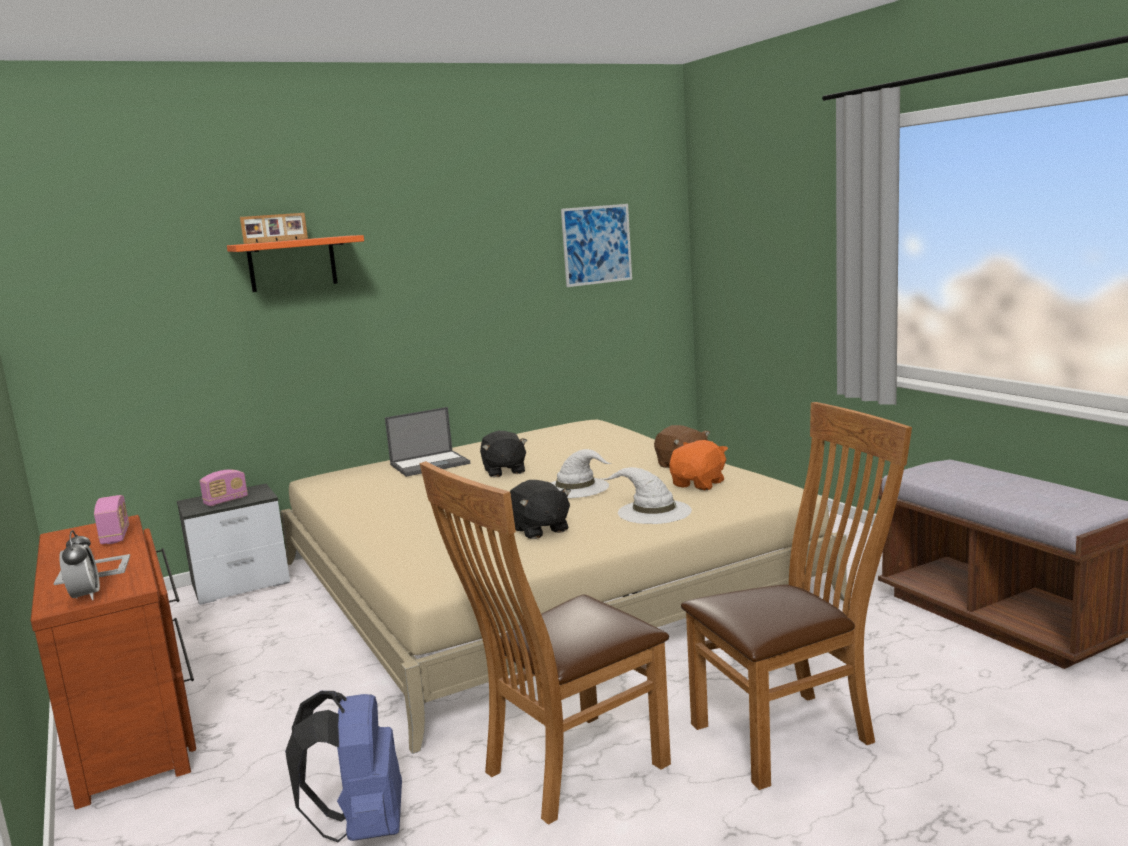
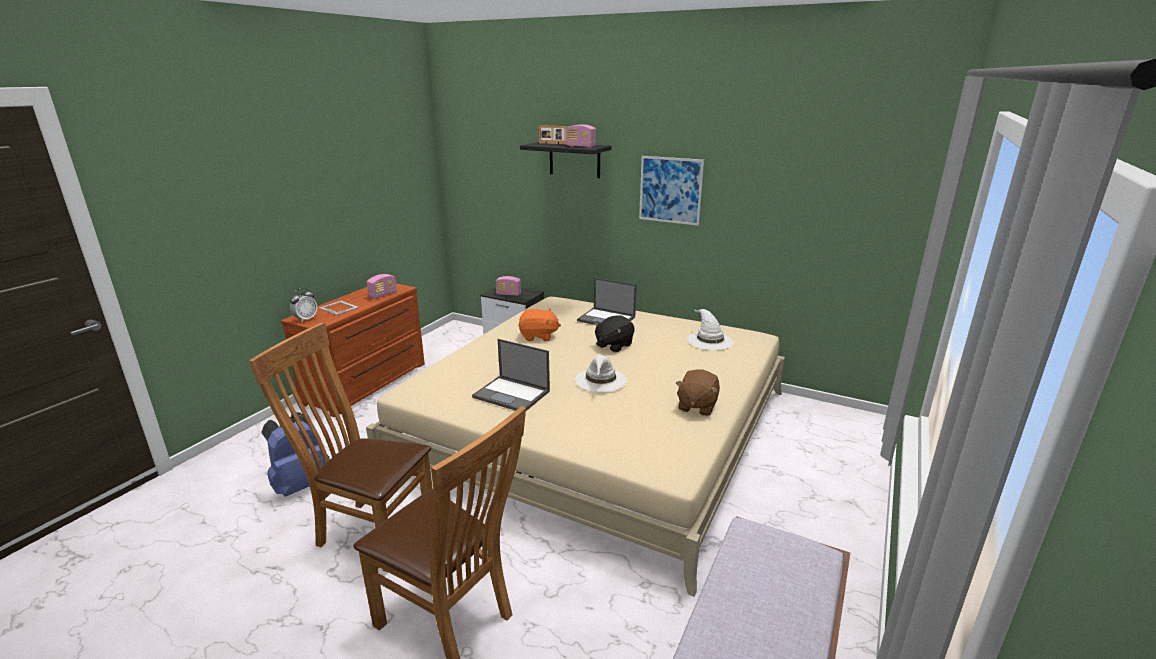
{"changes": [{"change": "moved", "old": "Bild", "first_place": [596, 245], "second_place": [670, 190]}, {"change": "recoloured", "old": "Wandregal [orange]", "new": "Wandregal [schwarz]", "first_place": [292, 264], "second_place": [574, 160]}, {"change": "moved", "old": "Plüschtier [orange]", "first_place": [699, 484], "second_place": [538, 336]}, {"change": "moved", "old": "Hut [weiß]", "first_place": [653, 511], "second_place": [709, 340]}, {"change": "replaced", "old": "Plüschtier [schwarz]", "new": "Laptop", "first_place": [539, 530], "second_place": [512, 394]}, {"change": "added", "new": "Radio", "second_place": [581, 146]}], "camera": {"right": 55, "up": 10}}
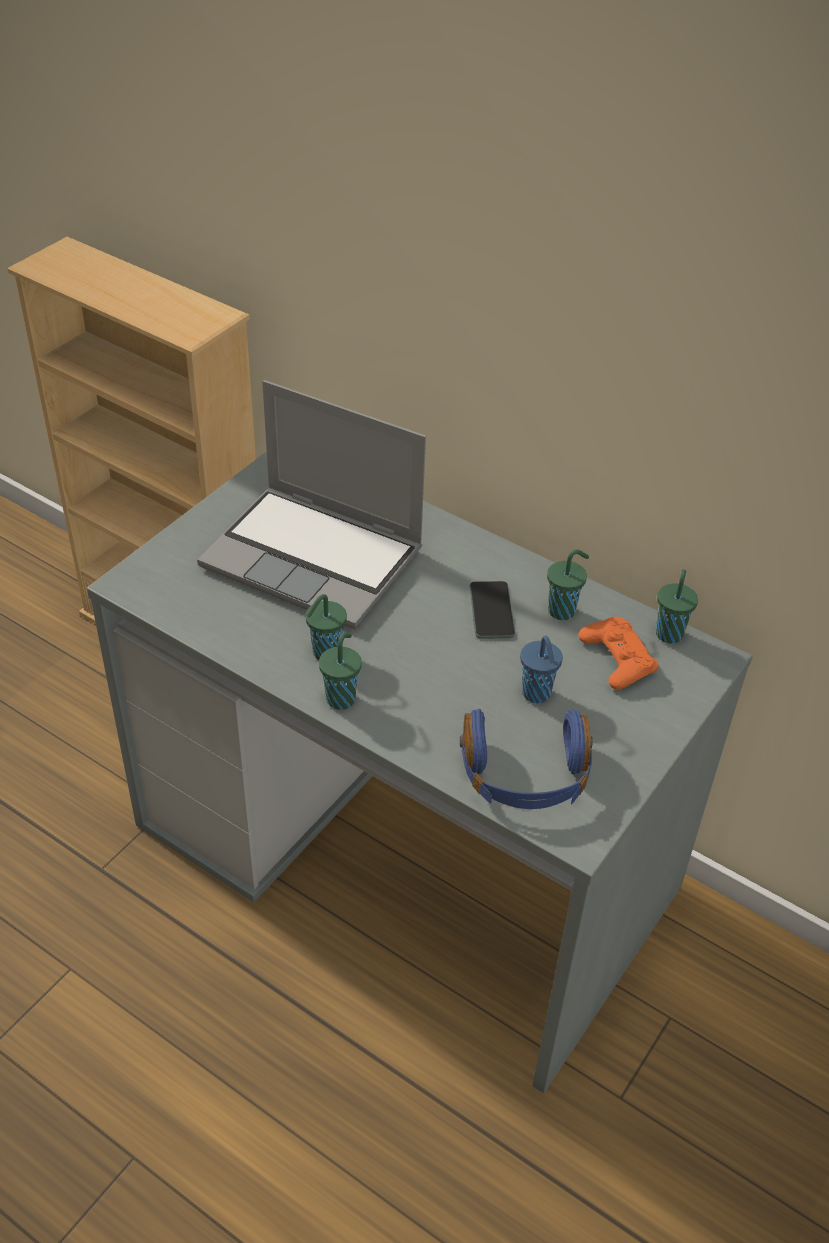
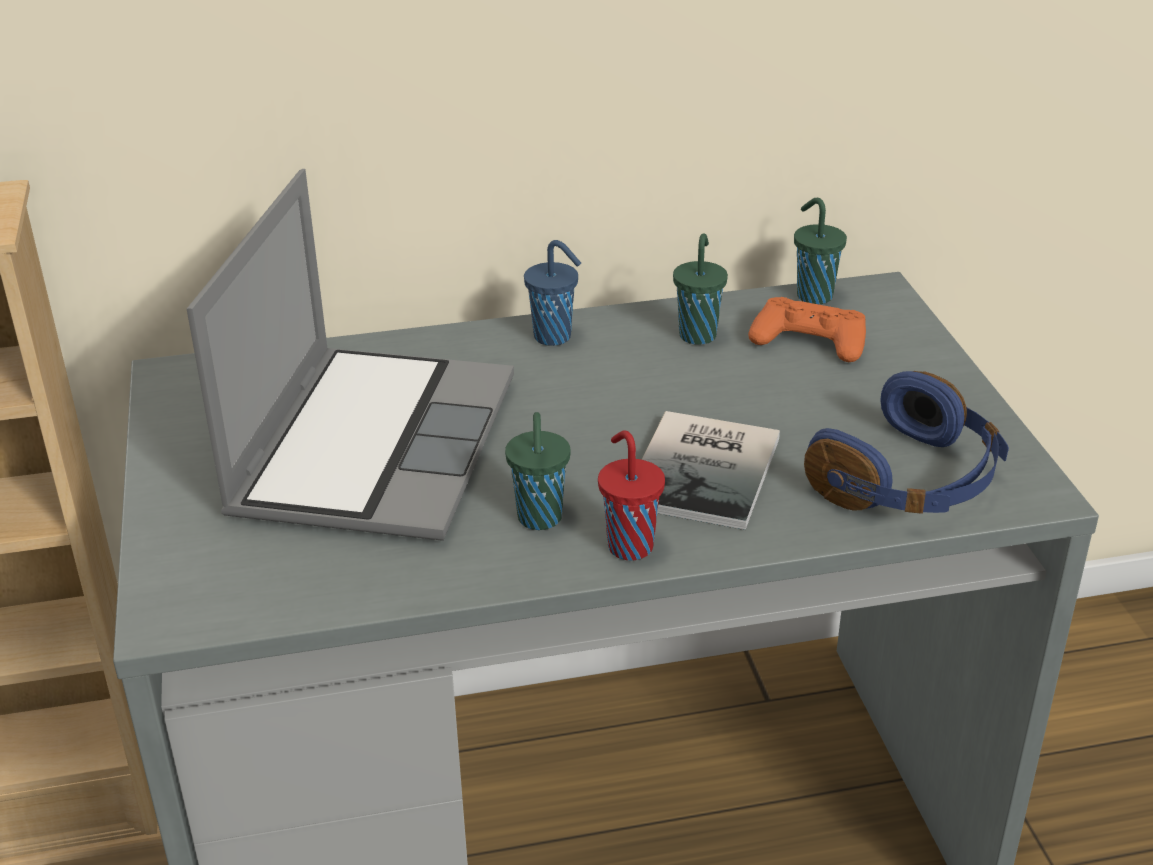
{"changes": [{"change": "turned", "old": "Laptop", "first_place": [316, 558], "second_place": [372, 444], "degrees": -60}, {"change": "removed", "old": "Handy", "first_place": [491, 611]}, {"change": "recoloured", "old": "Tasse [grün]", "new": "Tasse [rot]", "first_place": [341, 698], "second_place": [629, 545]}, {"change": "moved", "old": "Tasse [blau]", "first_place": [537, 694], "second_place": [554, 337]}, {"change": "added", "new": "Buch", "second_place": [709, 470]}], "camera": {"right": -45, "up": -10}}
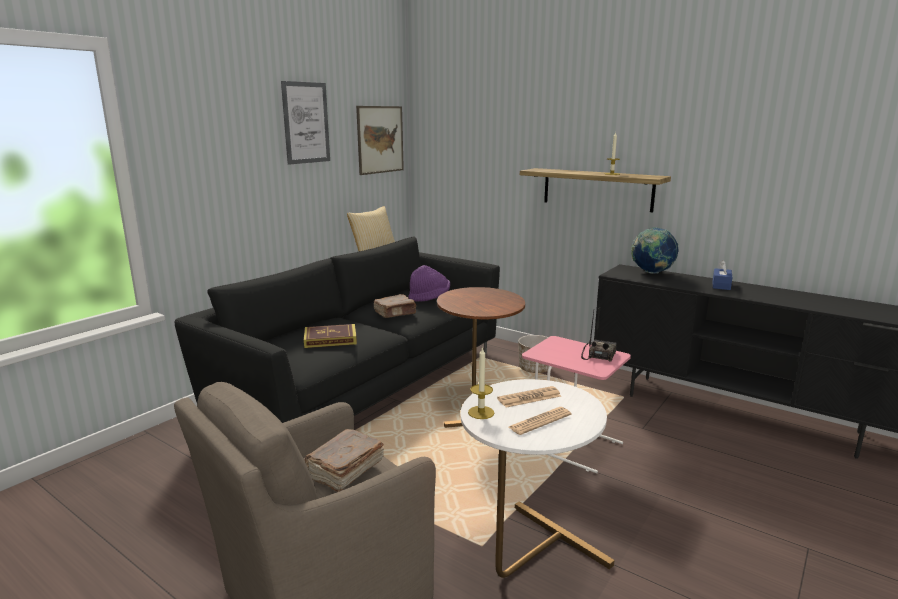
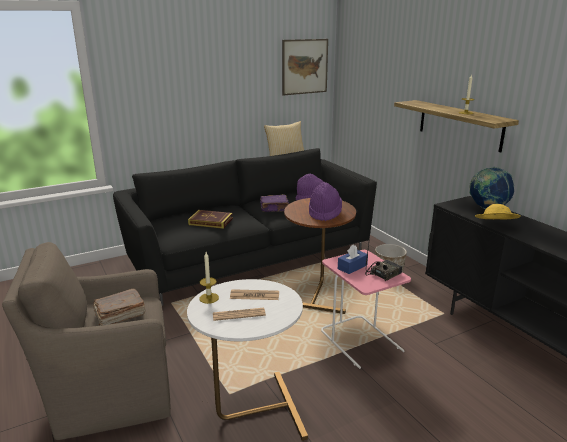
{"changes": [{"change": "removed", "old": "Bild", "first_place": [306, 123]}, {"change": "moved", "old": "Taschentuchbox [blau]", "first_place": [721, 285], "second_place": [352, 267]}, {"change": "recoloured", "old": "Buch [braun]", "new": "Buch [lila]", "first_place": [395, 313], "second_place": [275, 209]}, {"change": "added", "new": "Hut [lila]", "second_place": [324, 213]}, {"change": "added", "new": "Hut [gelb]", "second_place": [495, 225]}], "camera": {"right": 25, "up": 5}}
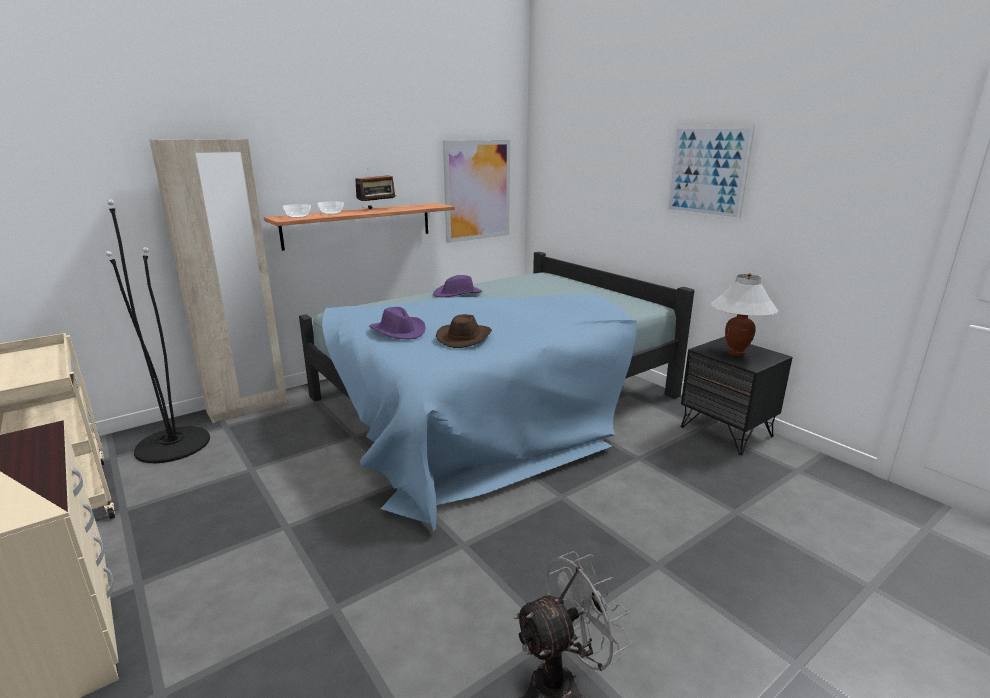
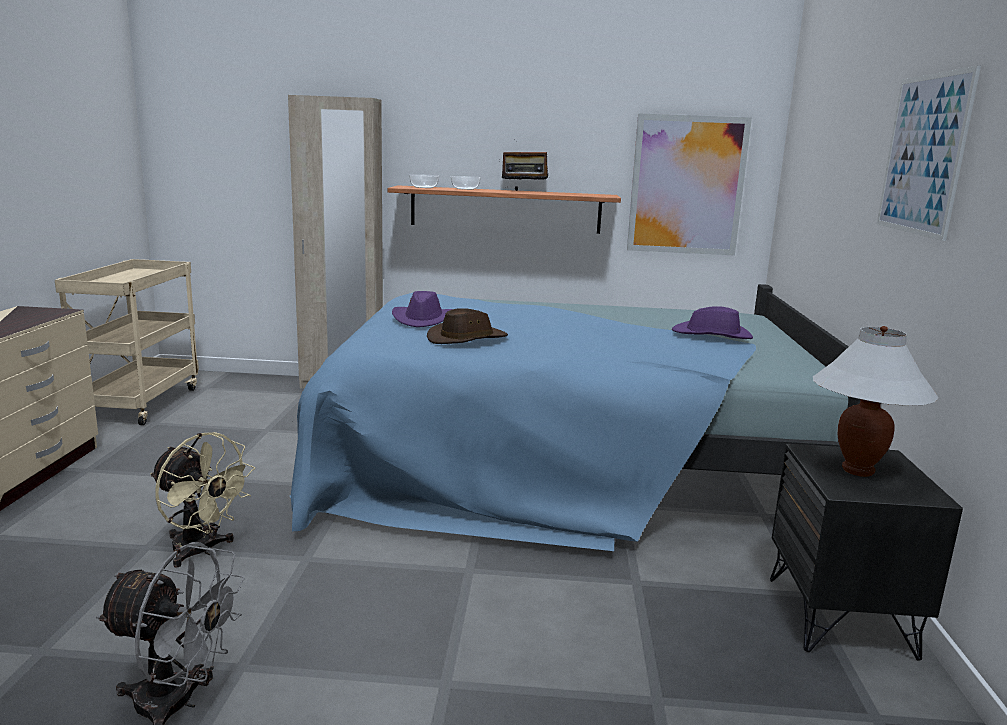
{"changes": [{"change": "removed", "old": "Stehlampe [schwarz]", "first_place": [173, 444]}, {"change": "moved", "old": "Hut [lila]", "first_place": [458, 294], "second_place": [712, 335]}, {"change": "added", "new": "Ventilator [beige]", "second_place": [201, 551]}], "camera": {"right": 40, "up": -5}}
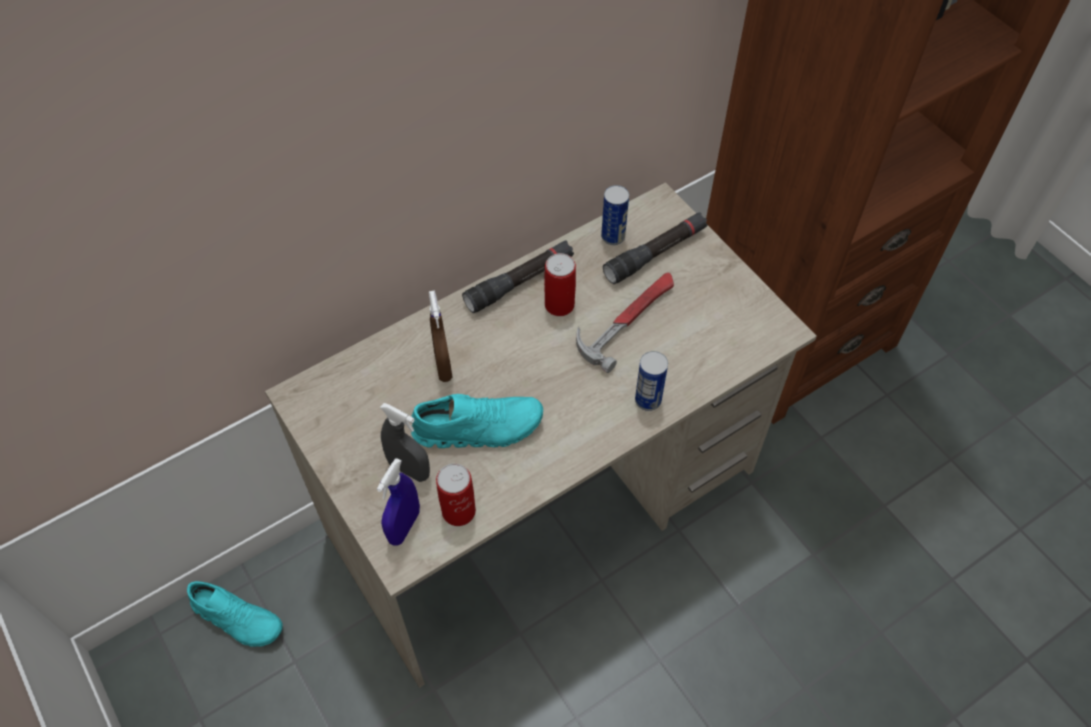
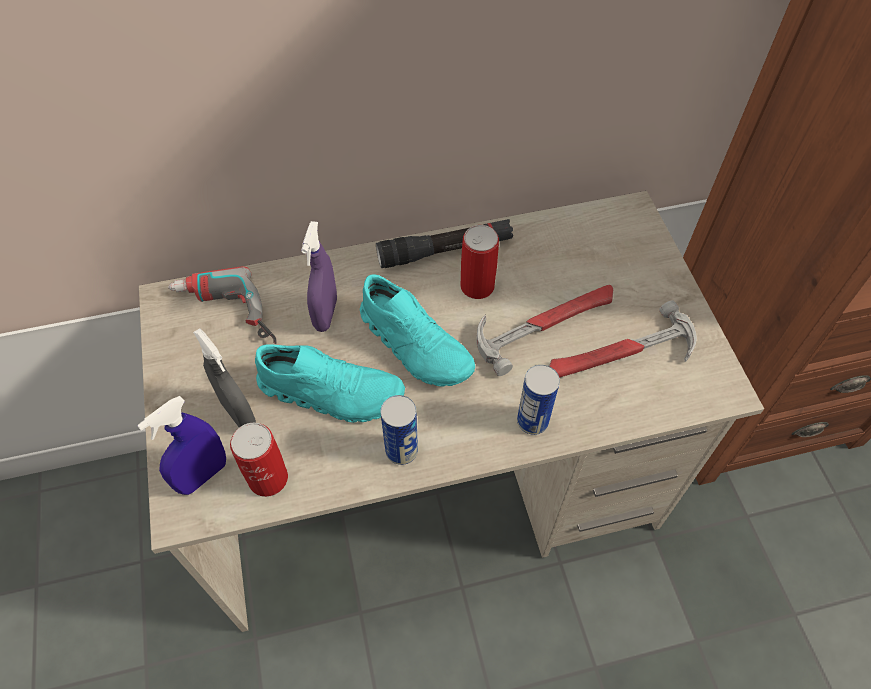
{"changes": [{"change": "moved", "old": "Dose", "first_place": [613, 236], "second_place": [401, 450]}, {"change": "removed", "old": "Taschenlampe [schwarz]", "first_place": [655, 253]}, {"change": "recoloured", "old": "Sprühflasche [braun]", "new": "Sprühflasche [lila]", "first_place": [443, 366], "second_place": [326, 314]}, {"change": "moved", "old": "Schuh [türkis]", "first_place": [238, 618], "second_place": [415, 345]}, {"change": "added", "new": "Bohrmaschine", "second_place": [223, 317]}, {"change": "added", "new": "Hammer", "second_place": [619, 355]}], "camera": {"right": 20, "up": 0}}
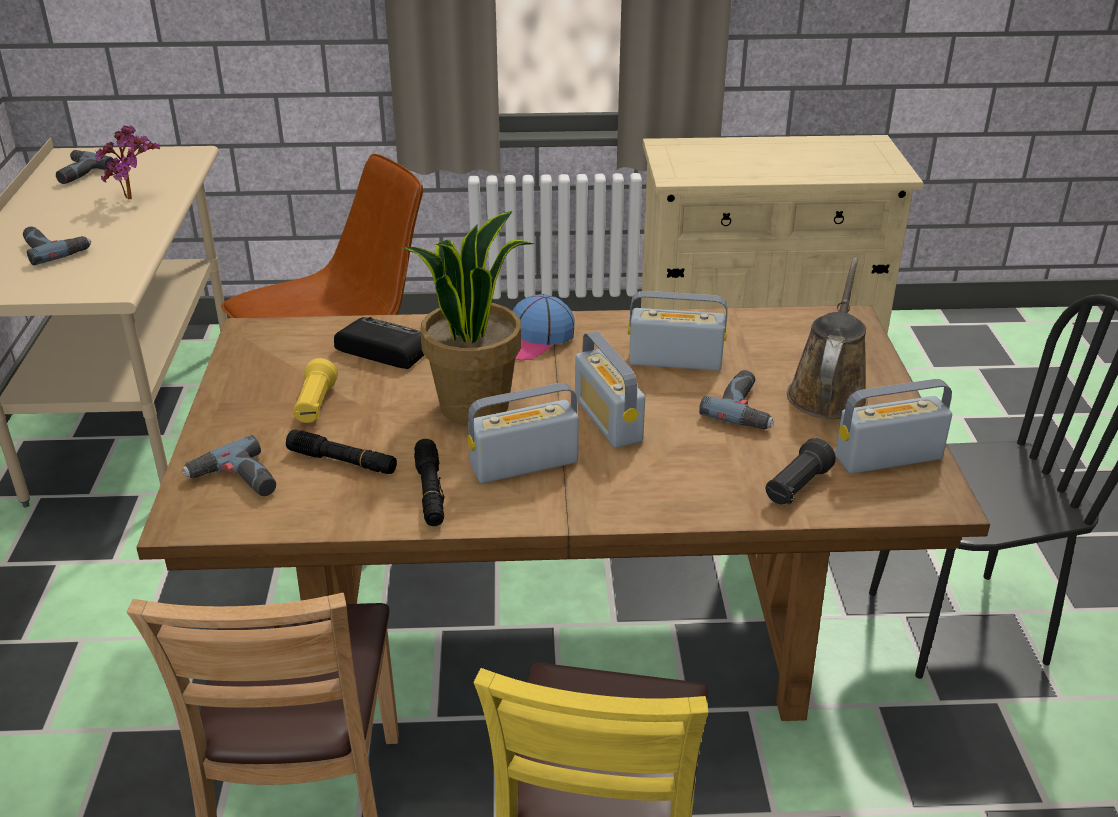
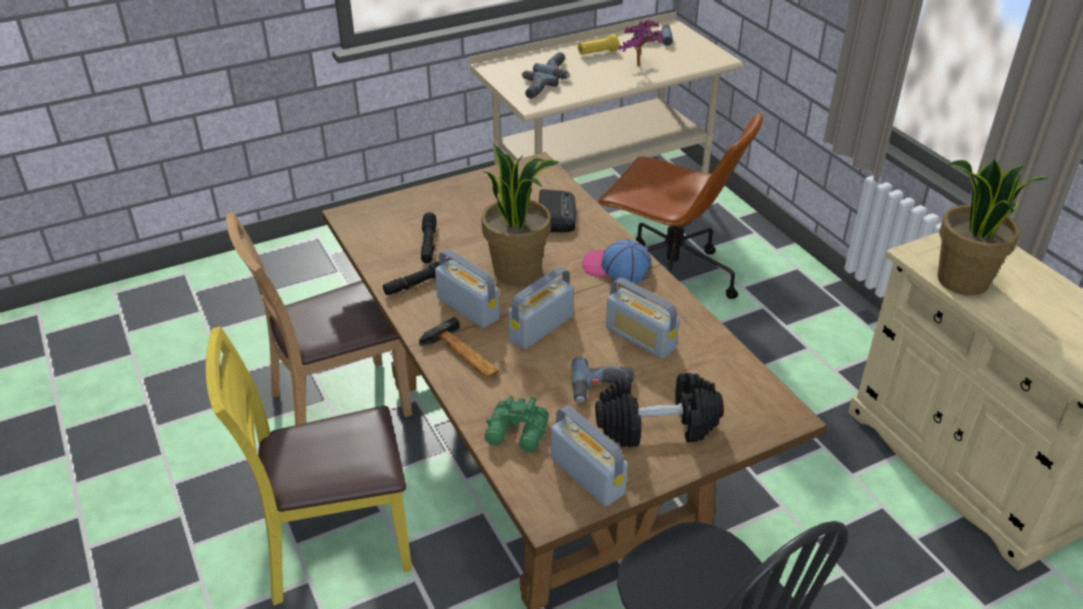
{"changes": [{"change": "replaced", "old": "Gießkanne [braun]", "new": "Hantel [schwarz]", "first_place": [828, 392], "second_place": [657, 426]}, {"change": "turned", "old": "Radio", "first_place": [675, 361], "second_place": [640, 338], "degrees": 150}, {"change": "moved", "old": "Taschenlampe [gelb]", "first_place": [315, 405], "second_place": [597, 53]}, {"change": "moved", "old": "Bohrmaschine", "first_place": [235, 482], "second_place": [532, 89]}, {"change": "replaced", "old": "Taschenlampe [schwarz]", "new": "Fernglas [grün]", "first_place": [796, 487], "second_place": [517, 434]}, {"change": "added", "new": "Topfpflanze", "second_place": [962, 281]}, {"change": "added", "new": "Hammer", "second_place": [463, 356]}], "camera": {"right": 65, "up": 5}}
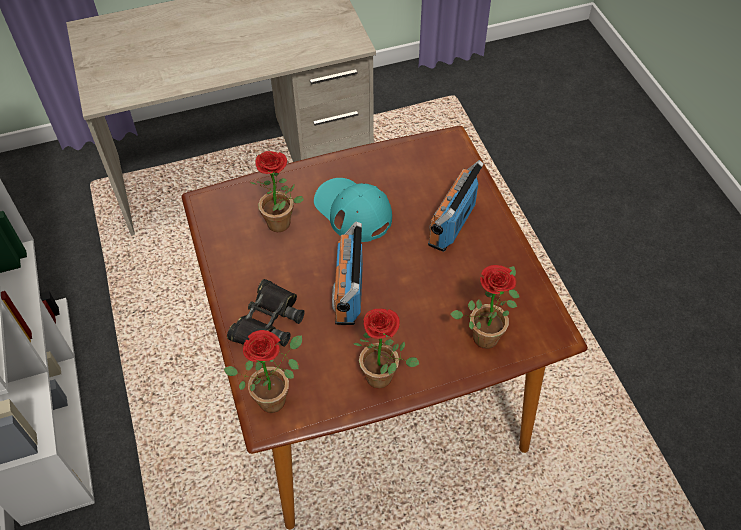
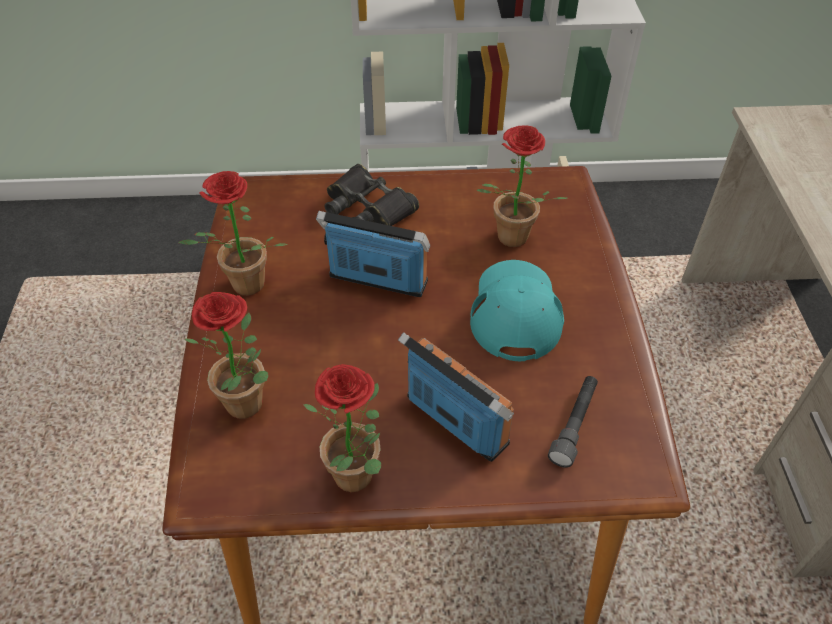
{"changes": [{"change": "turned", "old": "Kappe [türkis]", "first_place": [353, 210], "second_place": [515, 311], "degrees": -60}, {"change": "moved", "old": "Topfpflanze", "first_place": [275, 395], "second_place": [359, 480]}, {"change": "added", "new": "Taschenlampe [grau]", "second_place": [574, 425]}], "camera": {"right": 105, "up": -5}}
